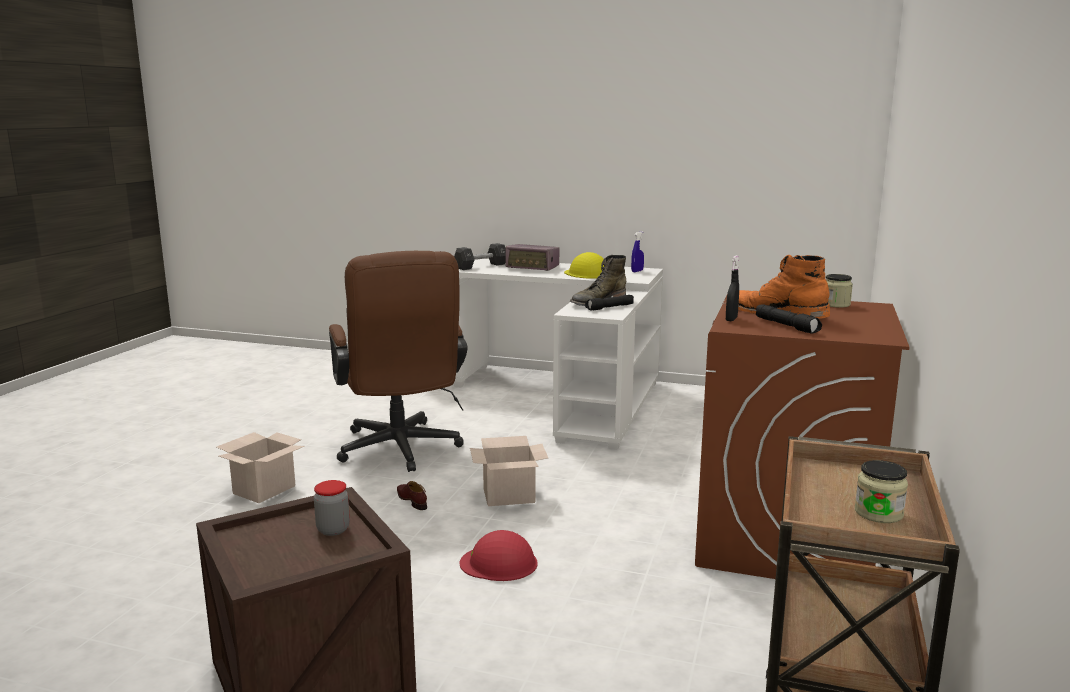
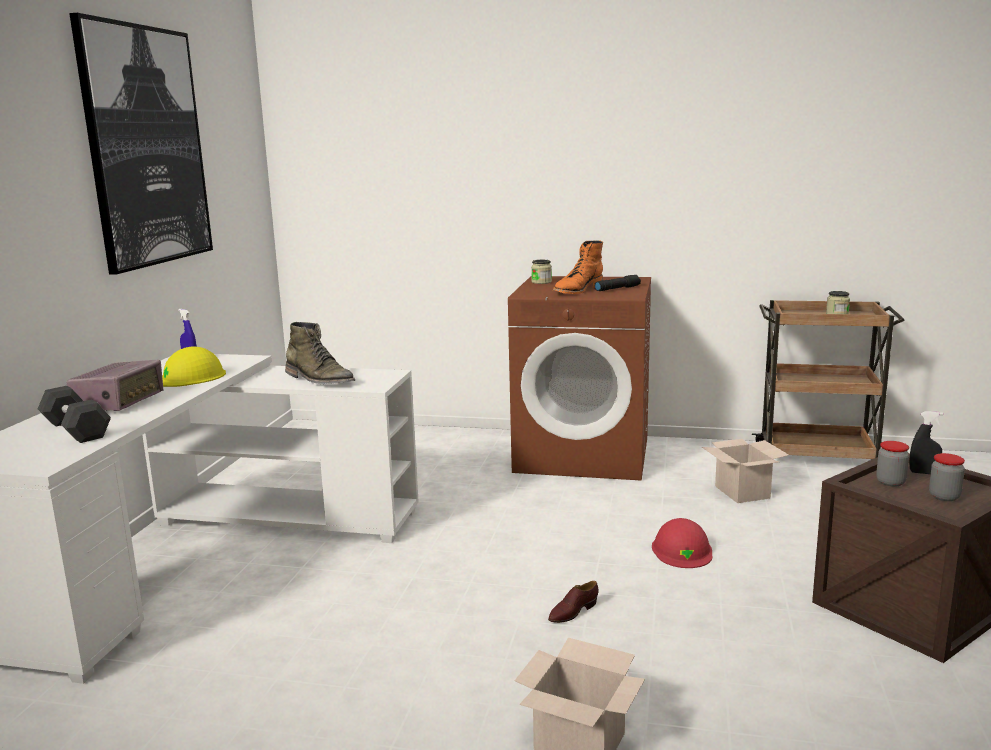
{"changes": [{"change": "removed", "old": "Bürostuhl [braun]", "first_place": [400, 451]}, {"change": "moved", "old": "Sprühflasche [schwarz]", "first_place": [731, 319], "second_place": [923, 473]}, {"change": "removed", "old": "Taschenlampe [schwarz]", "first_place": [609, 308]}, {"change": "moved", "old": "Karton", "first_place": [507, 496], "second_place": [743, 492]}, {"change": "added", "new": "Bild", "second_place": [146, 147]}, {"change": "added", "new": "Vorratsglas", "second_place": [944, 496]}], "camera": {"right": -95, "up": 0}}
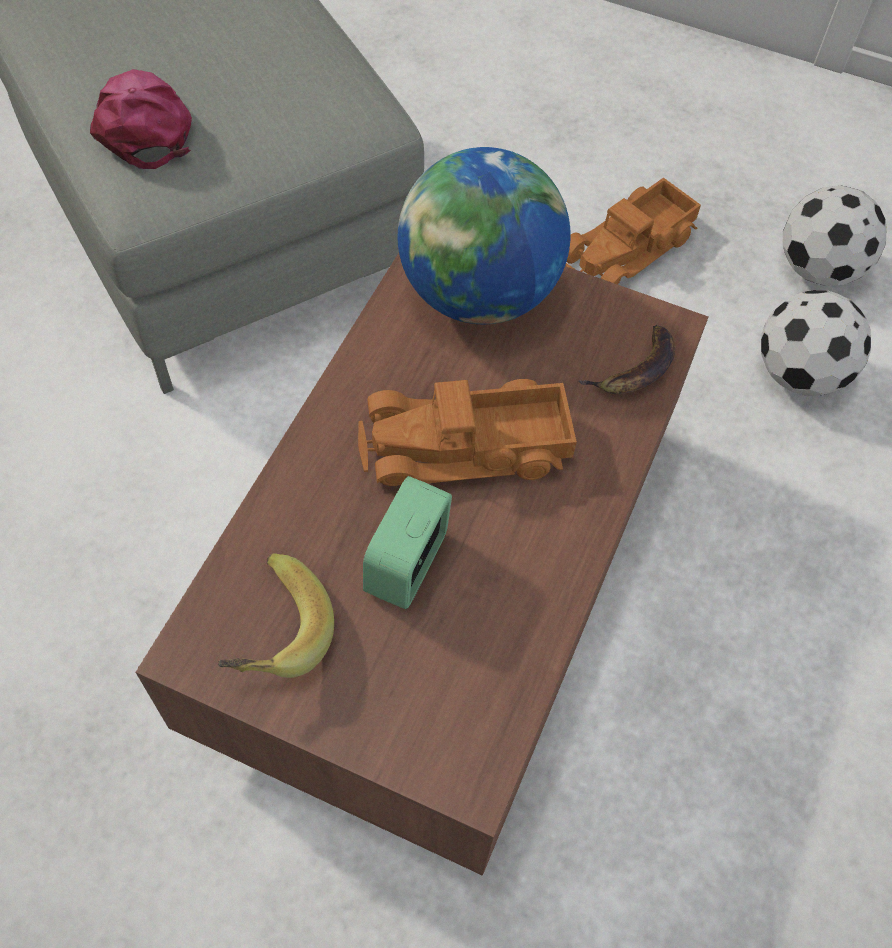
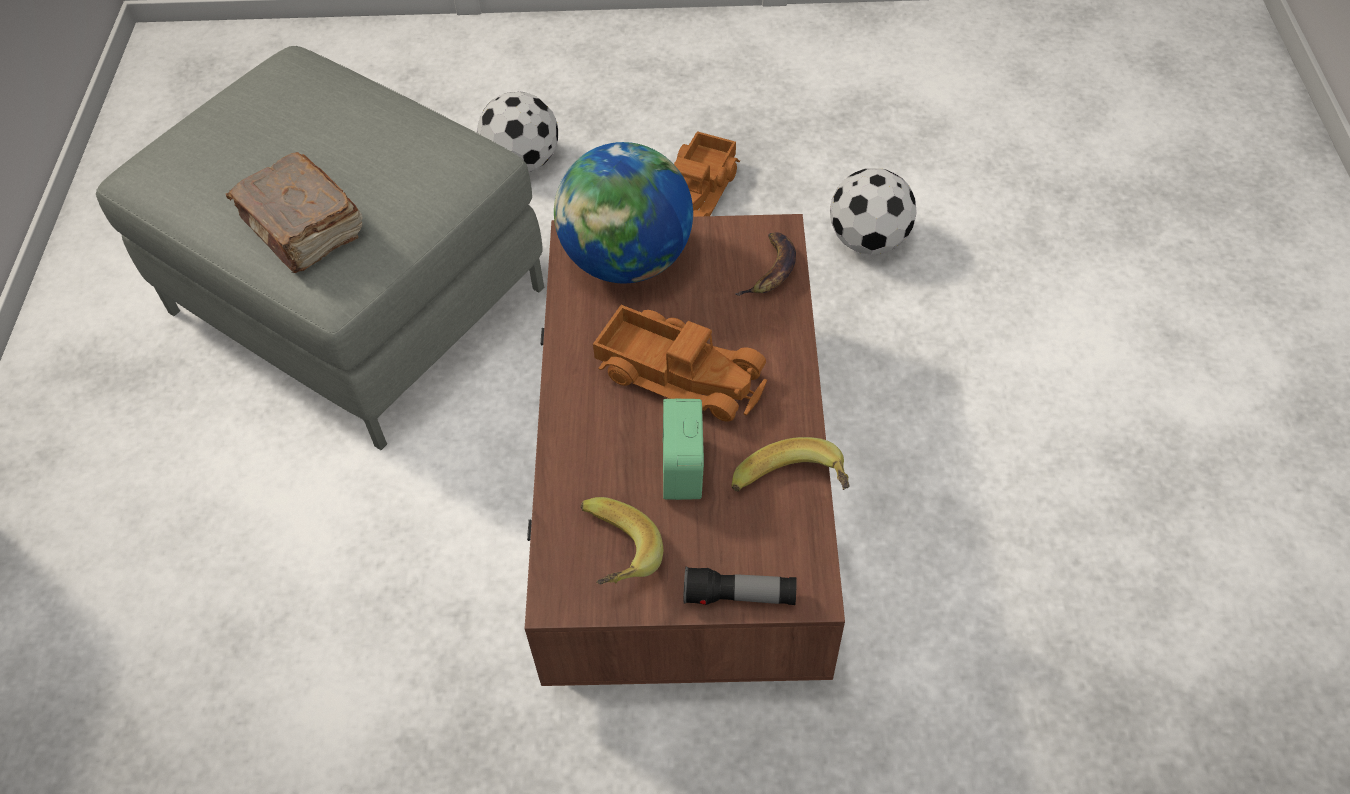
{"changes": [{"change": "replaced", "old": "Kappe [rosa]", "new": "Buch [braun]", "first_place": [143, 125], "second_place": [303, 229]}, {"change": "moved", "old": "Fußball", "first_place": [817, 268], "second_place": [522, 162]}, {"change": "turned", "old": "Spielzeuglaster", "first_place": [466, 449], "second_place": [680, 373], "degrees": -120}, {"change": "added", "new": "Banane", "second_place": [793, 491]}, {"change": "added", "new": "Taschenlampe", "second_place": [739, 596]}], "camera": {"right": -20, "up": -5}}
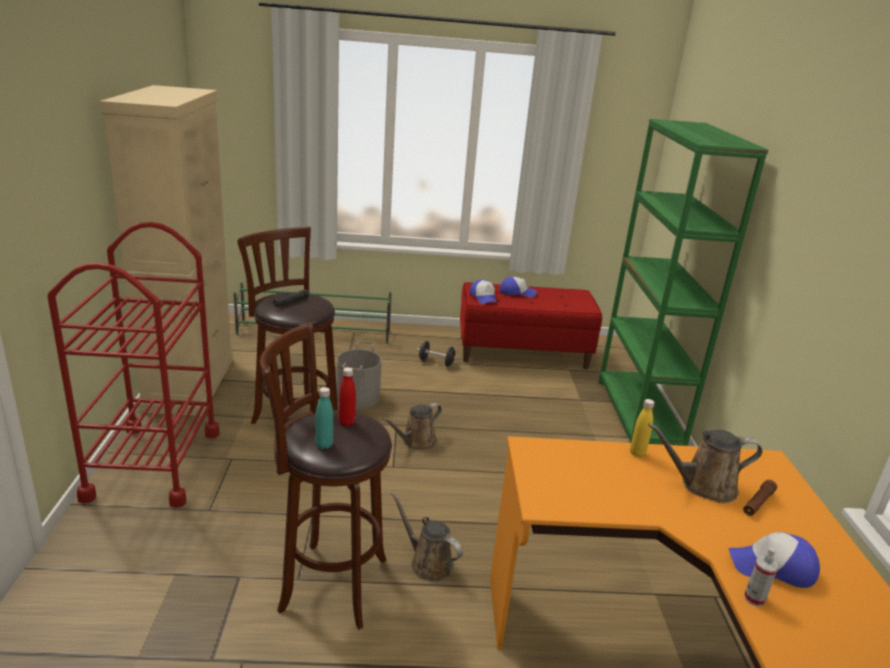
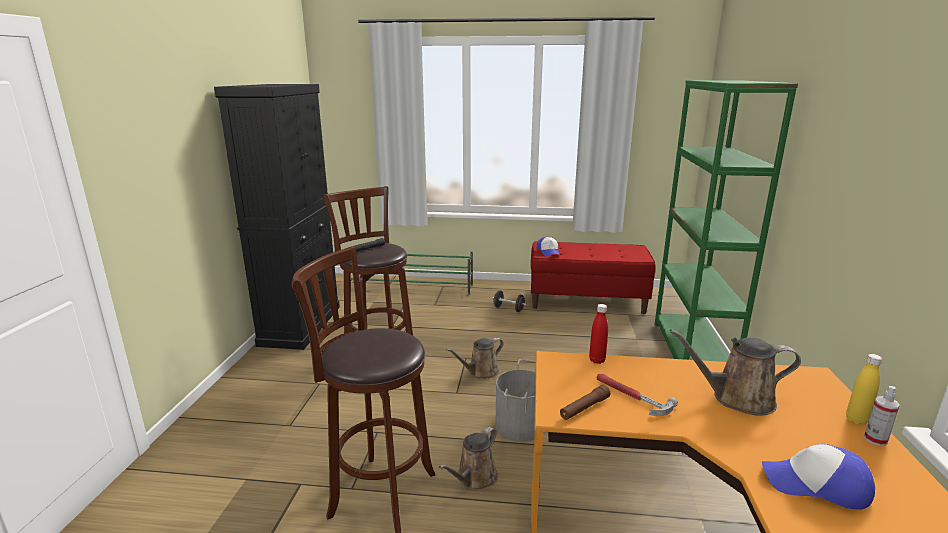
{"changes": [{"change": "recoloured", "old": "Schrank [beige]", "new": "Schrank [schwarz]", "first_place": [190, 384], "second_place": [301, 325]}, {"change": "removed", "old": "Rollwagen [rot]", "first_place": [154, 464]}, {"change": "removed", "old": "Kappe", "first_place": [517, 292]}, {"change": "moved", "old": "Eimer [grau]", "first_place": [358, 397], "second_place": [521, 425]}, {"change": "moved", "old": "Flasche [rot]", "first_place": [346, 422], "second_place": [597, 360]}, {"change": "removed", "old": "Flasche [türkis]", "first_place": [324, 445]}, {"change": "moved", "old": "Flasche [gelb]", "first_place": [637, 453], "second_place": [856, 420]}, {"change": "moved", "old": "Taschenlampe [braun]", "first_place": [758, 503], "second_place": [584, 408]}, {"change": "turned", "old": "Gießkanne [braun]", "first_place": [428, 563], "second_place": [474, 479], "degrees": -105}, {"change": "moved", "old": "Sprühflasche", "first_place": [754, 598], "second_place": [875, 439]}, {"change": "added", "new": "Hammer", "second_place": [631, 396]}], "camera": {"right": 10, "up": -5}}
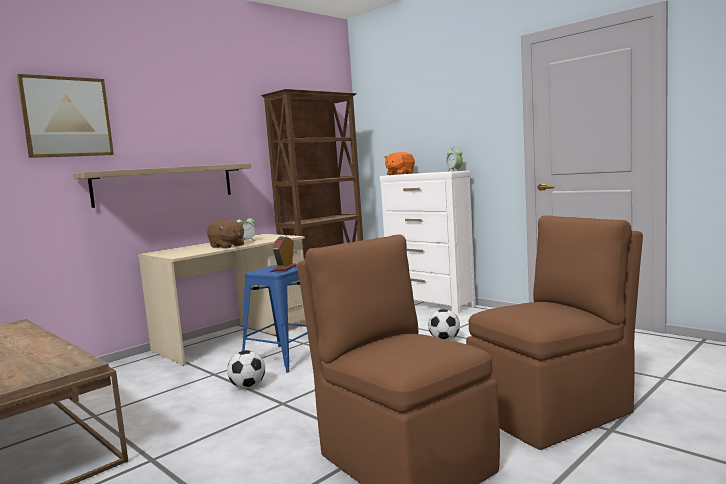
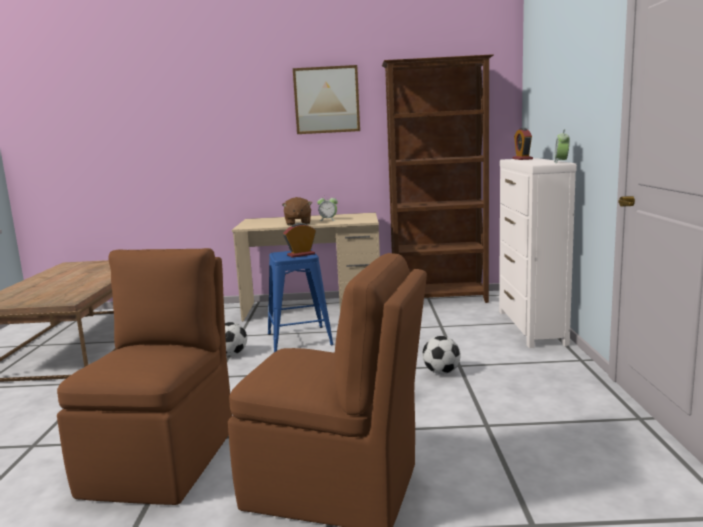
{"changes": [{"change": "moved", "old": "Bild", "first_place": [66, 117], "second_place": [327, 100]}, {"change": "replaced", "old": "Plüschtier [orange]", "new": "Wecker", "first_place": [400, 174], "second_place": [522, 159]}, {"change": "removed", "old": "Wandregal", "first_place": [165, 184]}], "camera": {"right": 45, "up": 5}}
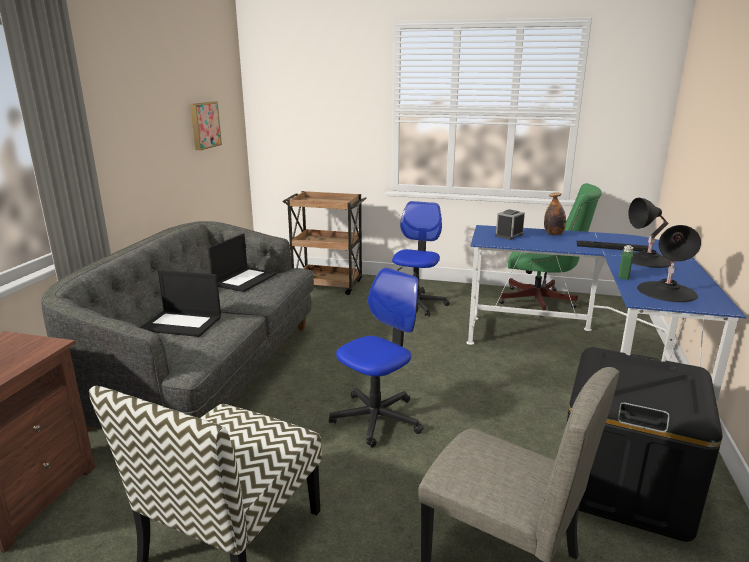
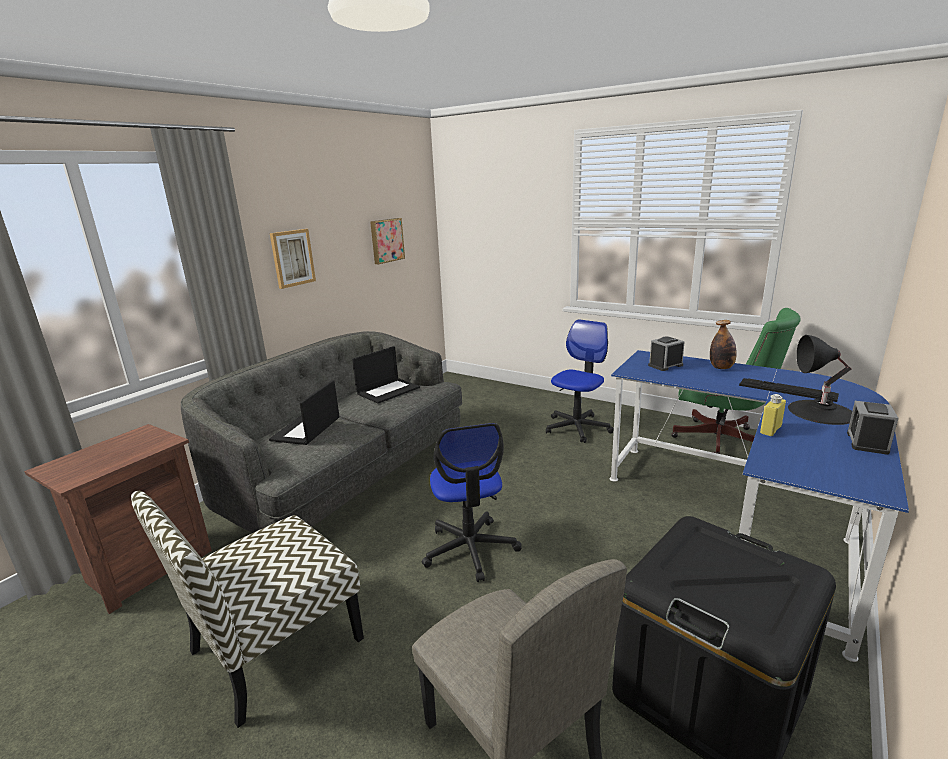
{"changes": [{"change": "removed", "old": "Rollwagen [braun]", "first_place": [328, 285]}, {"change": "removed", "old": "Tischlampe [schwarz]", "first_place": [667, 291]}, {"change": "recoloured", "old": "Flasche [grün]", "new": "Flasche [gelb]", "first_place": [623, 275], "second_place": [770, 430]}, {"change": "turned", "old": "Bürostuhl", "first_place": [377, 418], "second_place": [470, 549], "degrees": 105}, {"change": "turned", "old": "Laptop", "first_place": [182, 323], "second_place": [306, 430], "degrees": 75}, {"change": "added", "new": "Bild", "second_place": [292, 258]}, {"change": "added", "new": "Wecker", "second_place": [867, 442]}], "camera": {"right": 20, "up": 0}}
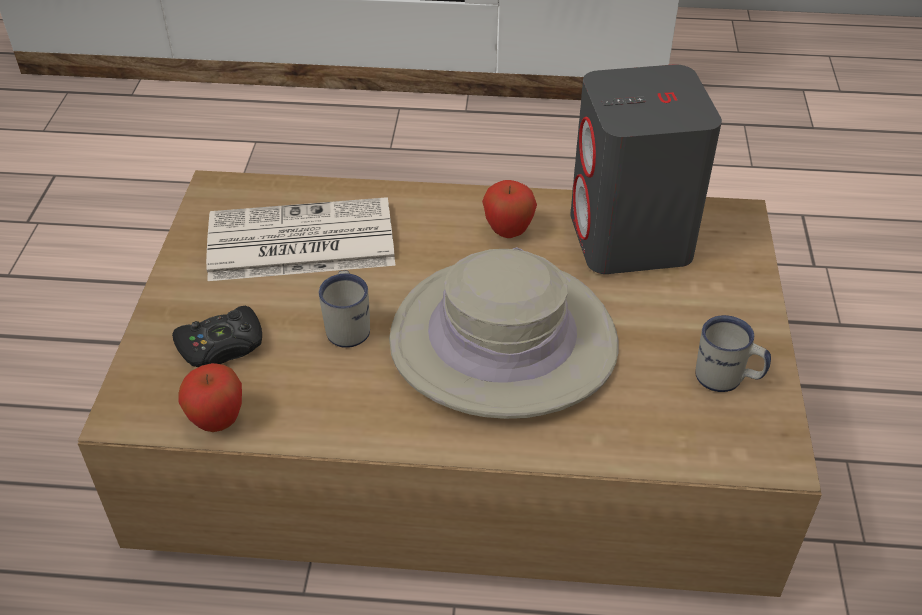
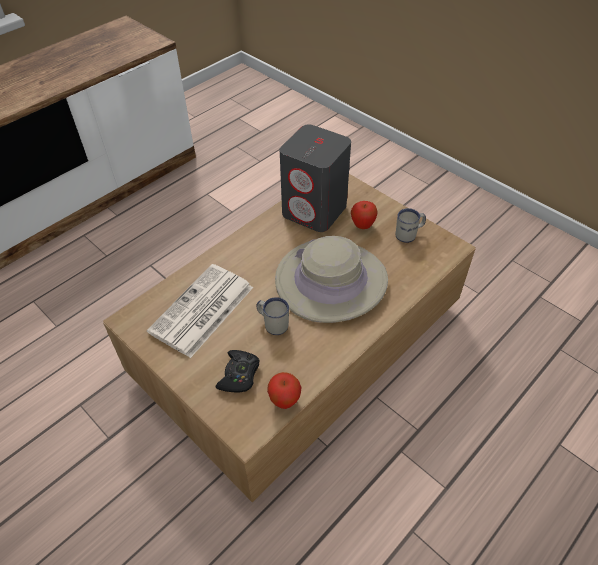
{"changes": [{"change": "moved", "old": "Apfel", "first_place": [508, 232], "second_place": [362, 226]}], "camera": {"right": -50, "up": 5}}
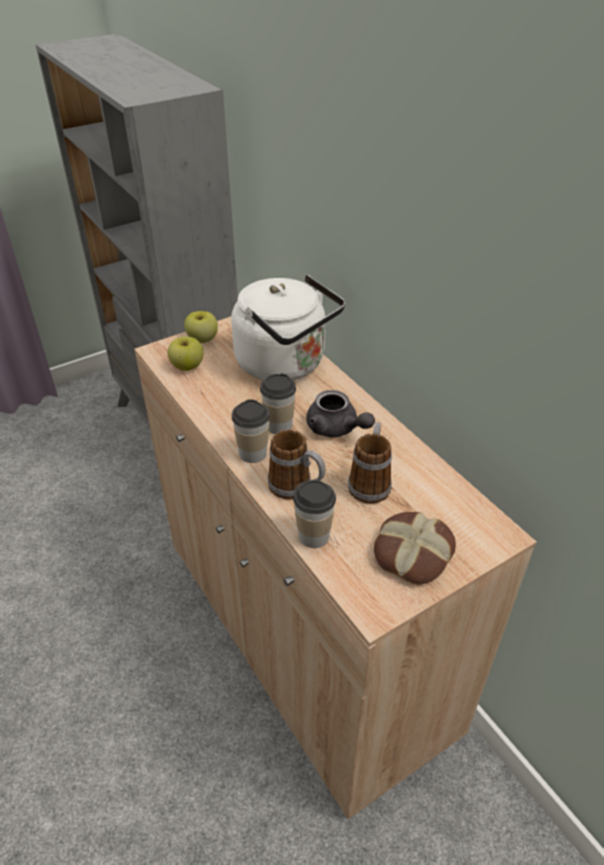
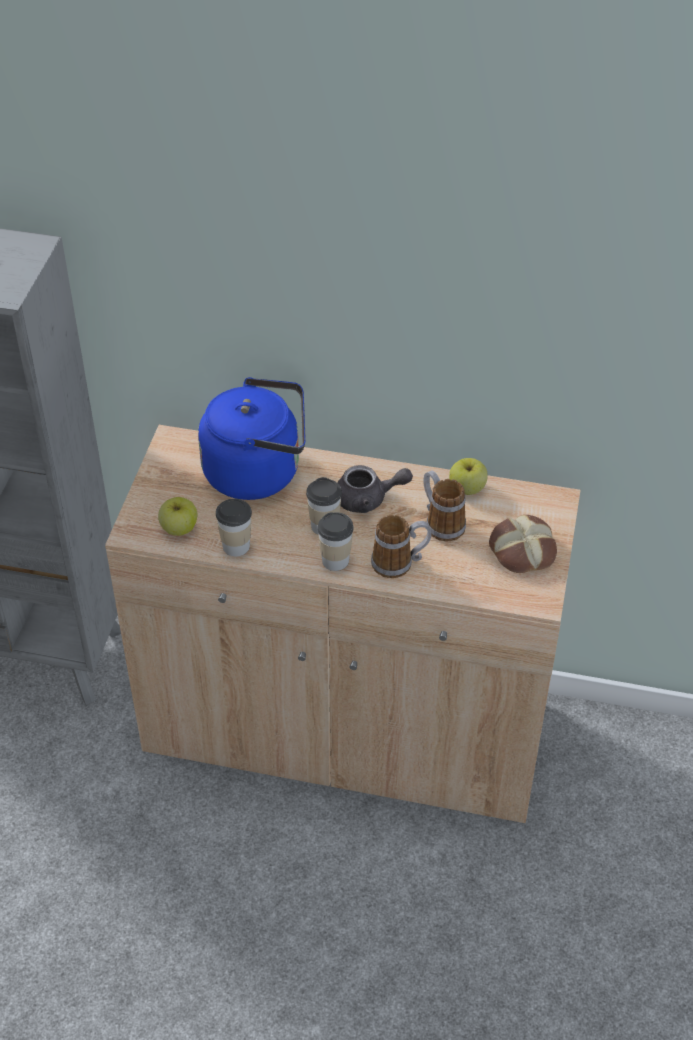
{"changes": [{"change": "recoloured", "old": "Wasserkessel [weiß]", "new": "Wasserkessel [blau]", "first_place": [286, 364], "second_place": [258, 472]}, {"change": "moved", "old": "Apfel", "first_place": [202, 339], "second_place": [467, 489]}, {"change": "moved", "old": "Tasse", "first_place": [313, 536], "second_place": [236, 546]}], "camera": {"right": -45, "up": 5}}
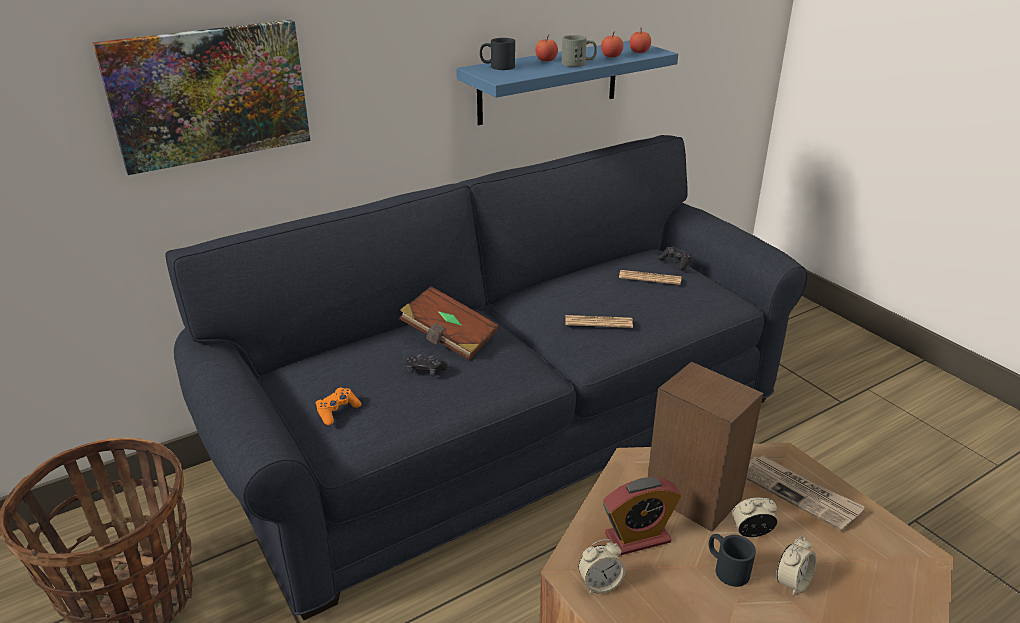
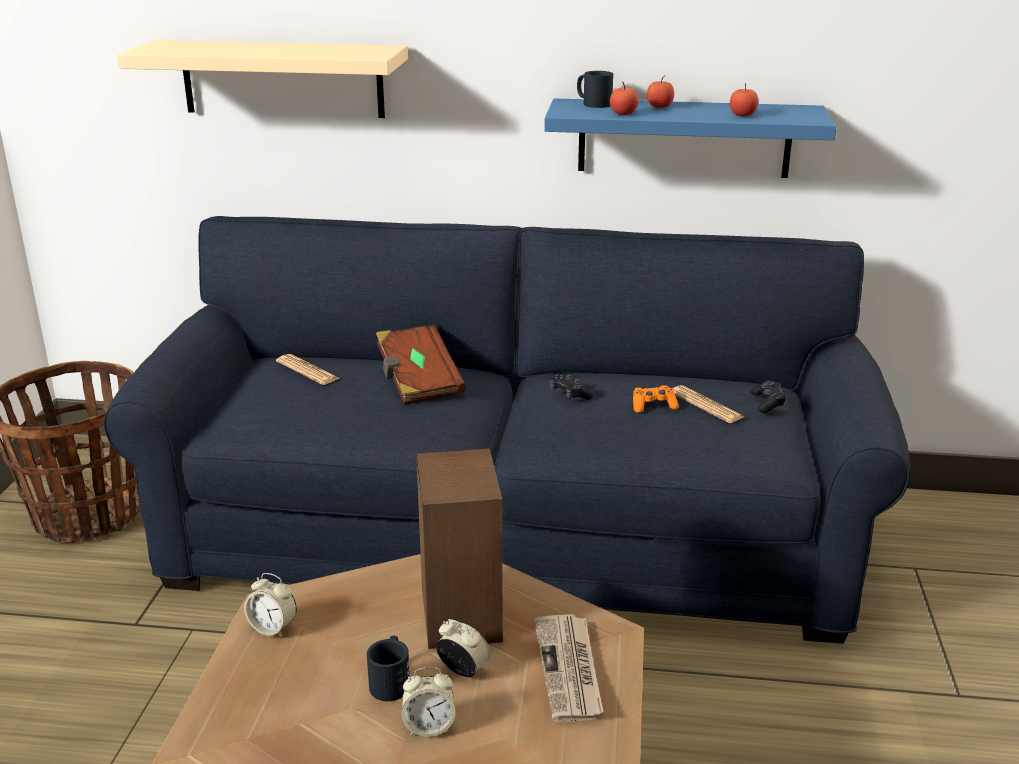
{"changes": [{"change": "replaced", "old": "Bild", "new": "Wandregal [beige]", "first_place": [209, 94], "second_place": [282, 79]}, {"change": "moved", "old": "Apfel", "first_place": [639, 52], "second_place": [623, 113]}, {"change": "removed", "old": "Henkelbecher [grau]", "first_place": [578, 63]}, {"change": "moved", "old": "Zeitung", "first_place": [598, 322], "second_place": [307, 370]}, {"change": "moved", "old": "Gamepad [schwarz]", "first_place": [425, 371], "second_place": [569, 394]}, {"change": "moved", "old": "Gamepad [orange]", "first_place": [337, 411], "second_place": [653, 406]}, {"change": "removed", "old": "Wecker", "first_place": [637, 538]}], "camera": {"right": 40, "up": -5}}
